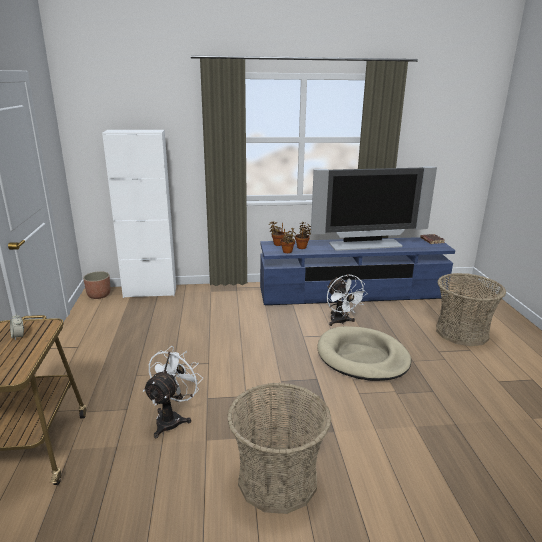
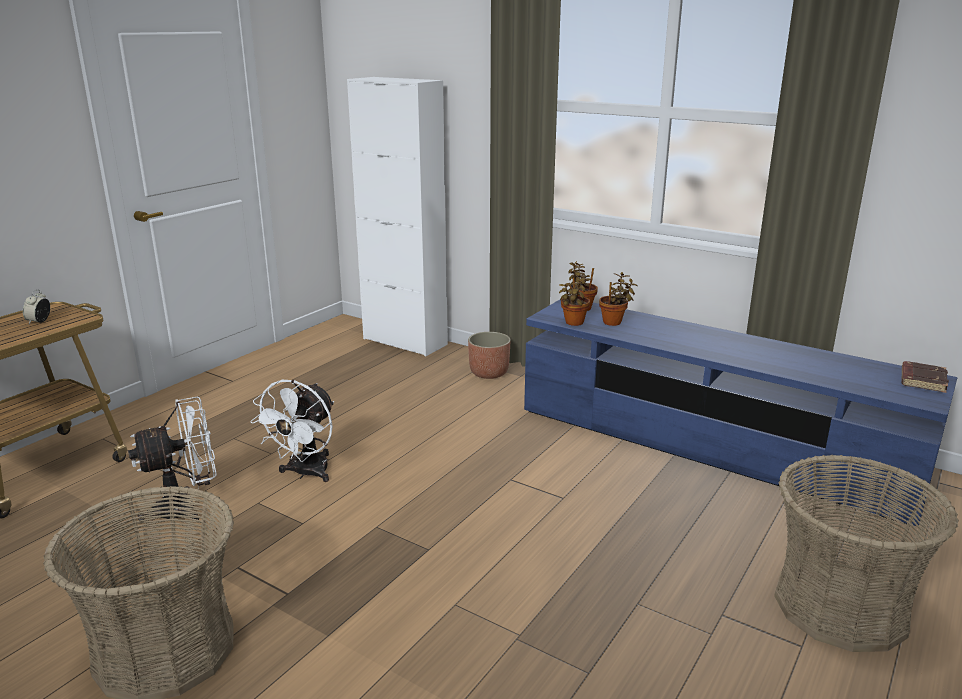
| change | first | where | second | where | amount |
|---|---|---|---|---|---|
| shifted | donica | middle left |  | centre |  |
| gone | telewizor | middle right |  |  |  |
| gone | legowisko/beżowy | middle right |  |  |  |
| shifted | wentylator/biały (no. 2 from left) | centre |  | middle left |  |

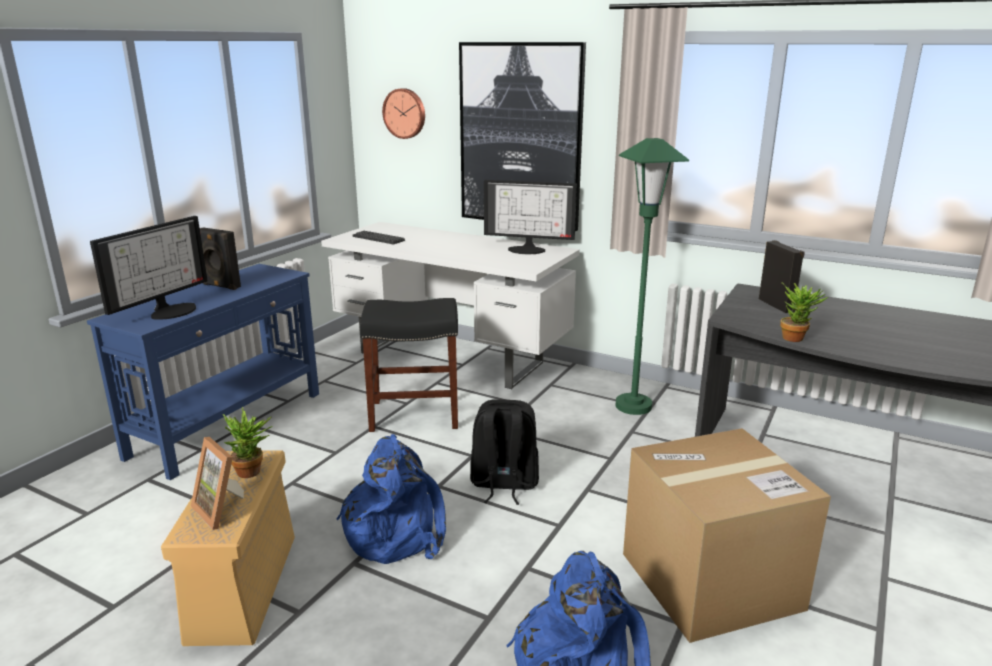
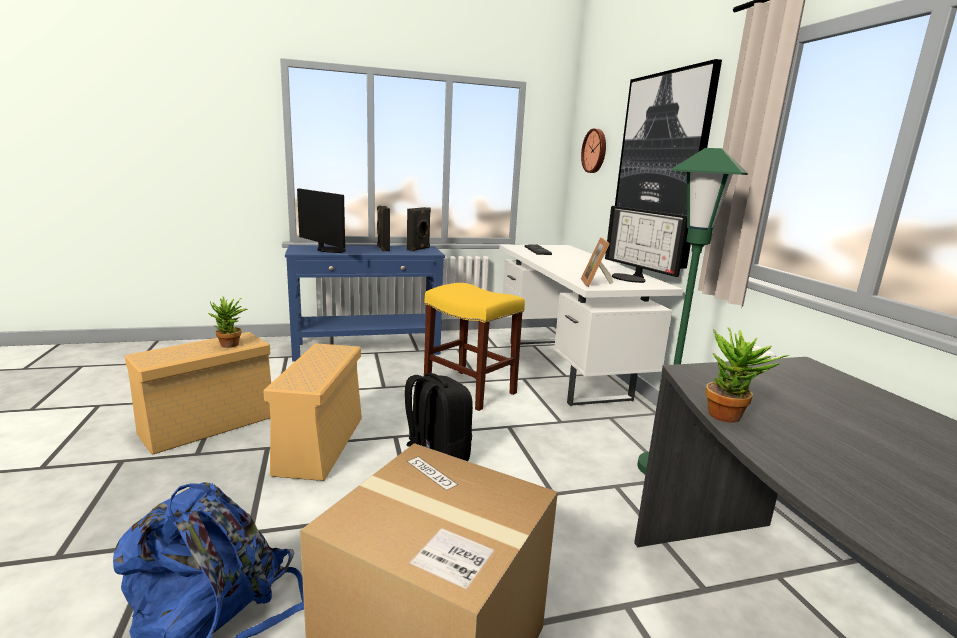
| change | first | where | second | where | amount |
|---|---|---|---|---|---|
| rotated | monitor (no. 1 from left) | middle left |  | centre | 120 degrees counterclockwise |
| shifted | ramka na zdjęcie | bottom left |  | centre |  |
| swapped | plecak/niebieski (no. 1 from left) | bottom centre | pojemnik do przechowywania/beżowy (no. 2 from left) | middle left |  |
| repainted | stołek/czarny | centre | stołek/żółty | centre |  |
| shifted | głośnik/czarny (no. 2 from left) | middle right |  | centre |  |

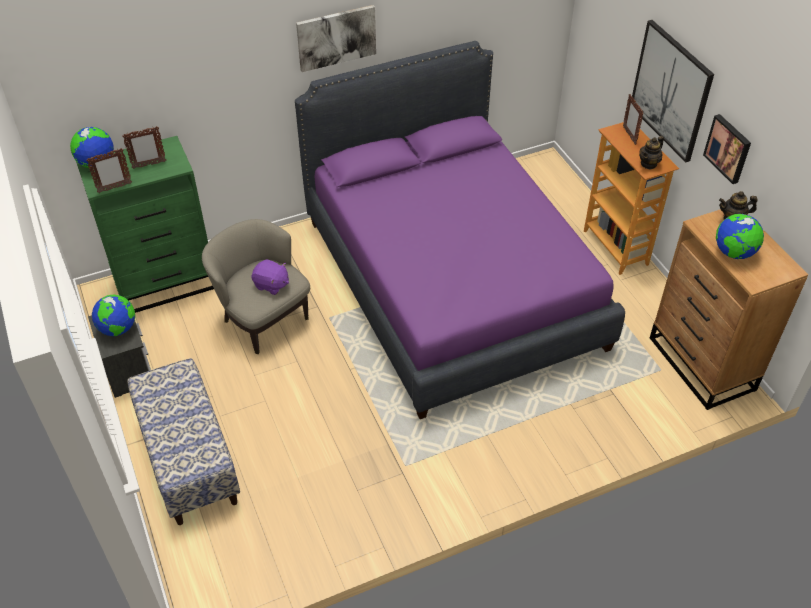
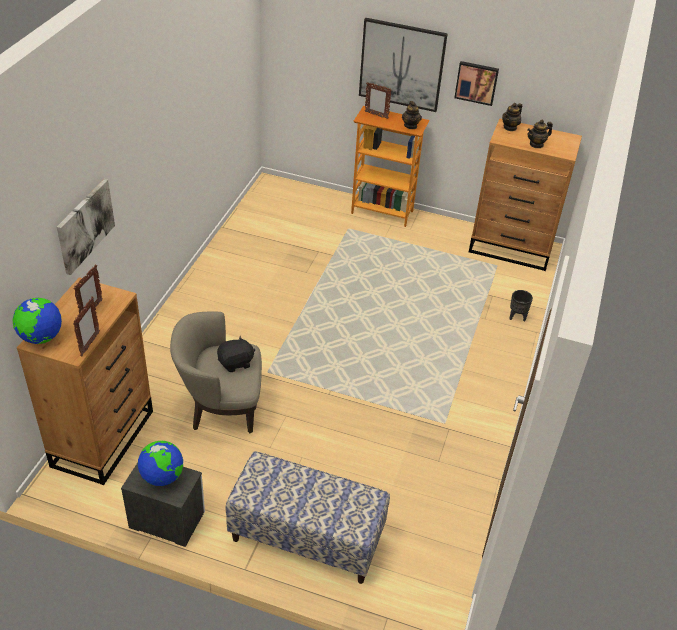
| change | first | where | second | where | amount |
|---|---|---|---|---|---|
| repainted | komoda/zielony | middle left | komoda/brązowy (no. 1 from left) | middle left |  |
| repainted | pluszak/fioletowy | middle left | pluszak/czarny | centre |  |
| gone | łóżko/fioletowy | centre |  |  |  |
| shifted | obraz (no. 1 from left) | top centre |  | middle left |  |
| swapped | globus (no. 3 from left) | middle right | imbryk (no. 3 from left) | top right |  |
| new |  |  | donica/czarny | middle right |  |

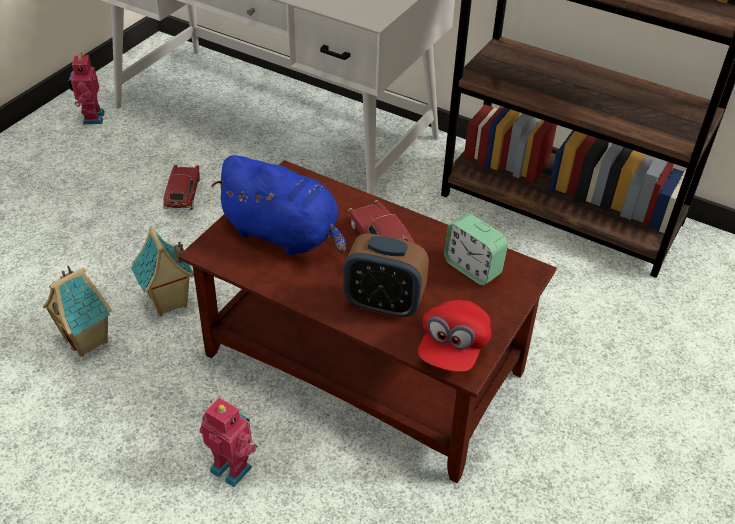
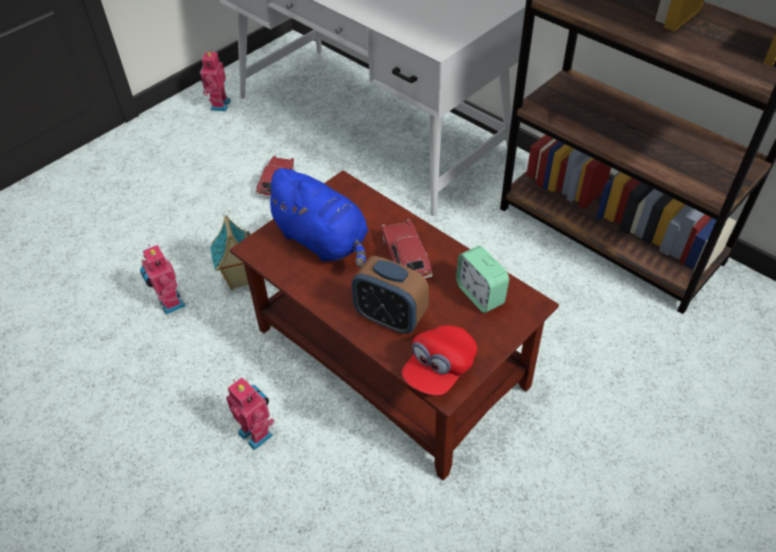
| change | first | where | second | where | amount |
|---|---|---|---|---|---|
| swapped | domek (no. 1 from left) | middle left | robot zabawkowy (no. 1 from left) | middle left |  |

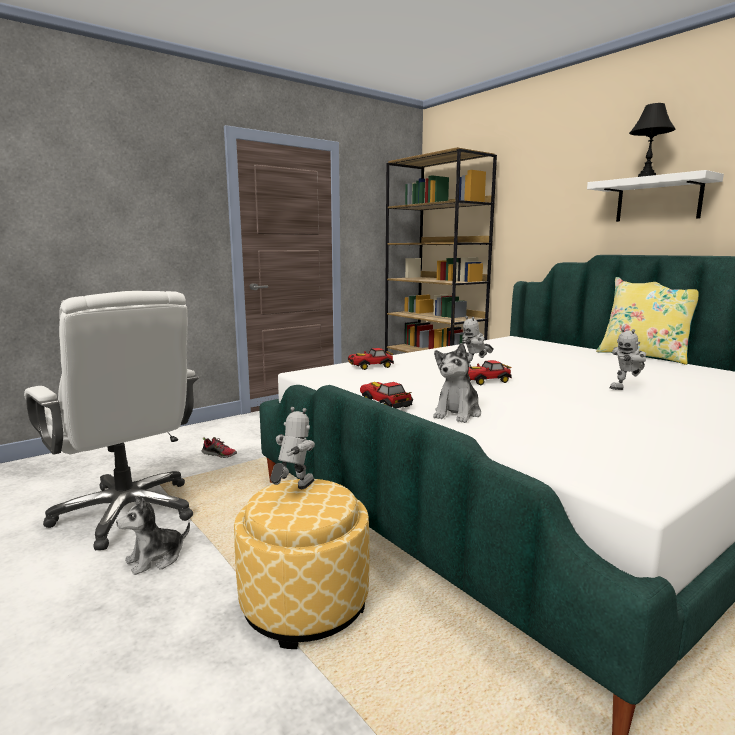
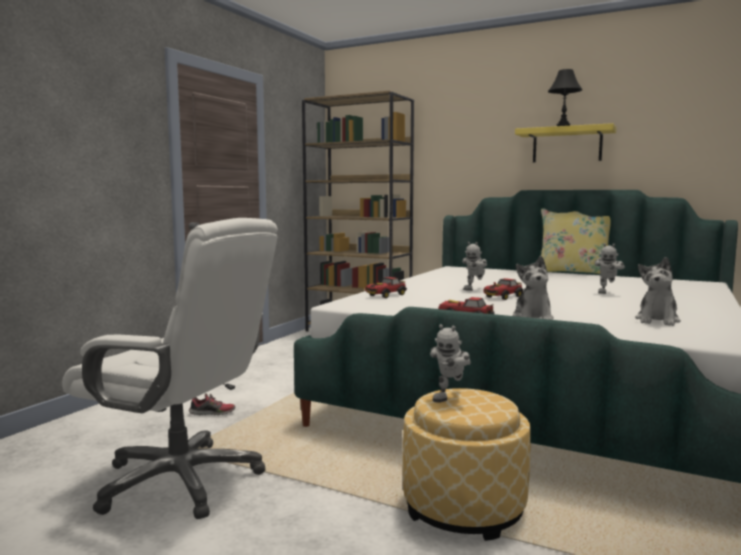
| change | first | where | second | where | amount |
|---|---|---|---|---|---|
| shifted | pluszak (no. 1 from left in the first image) | bottom left | pluszak (no. 2 from left) | middle right |  |
| rotated | robot zabawkowy (no. 1 from left) | centre |  | centre | 150 degrees counterclockwise |
| repainted | półka/biały | top right | półka/żółty | top right |  |

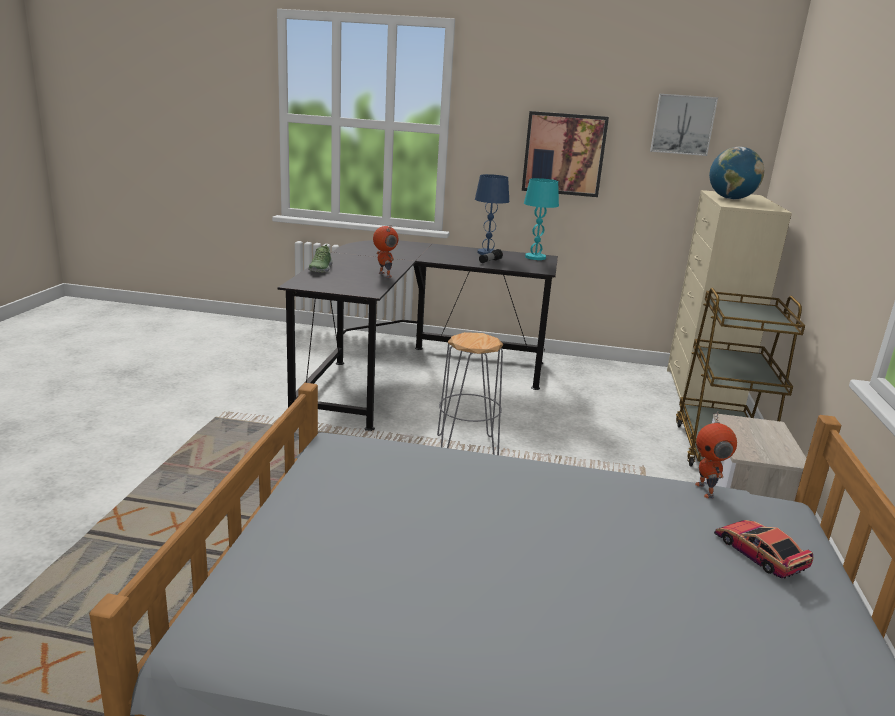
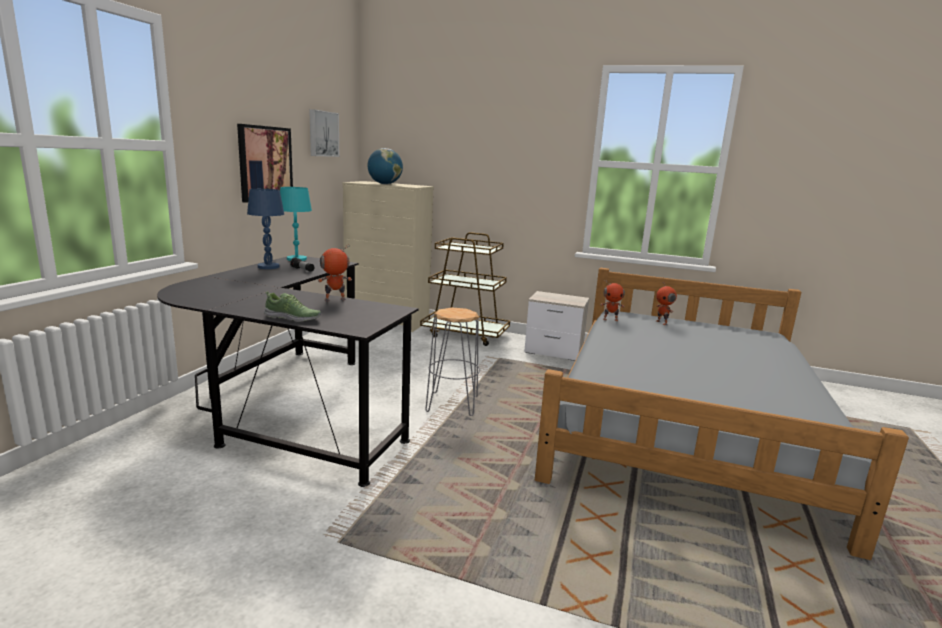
| change | first | where | second | where | amount |
|---|---|---|---|---|---|
| swapped | samochodzik | bottom right | robot zabawkowy (no. 3 from left) | middle right |  |

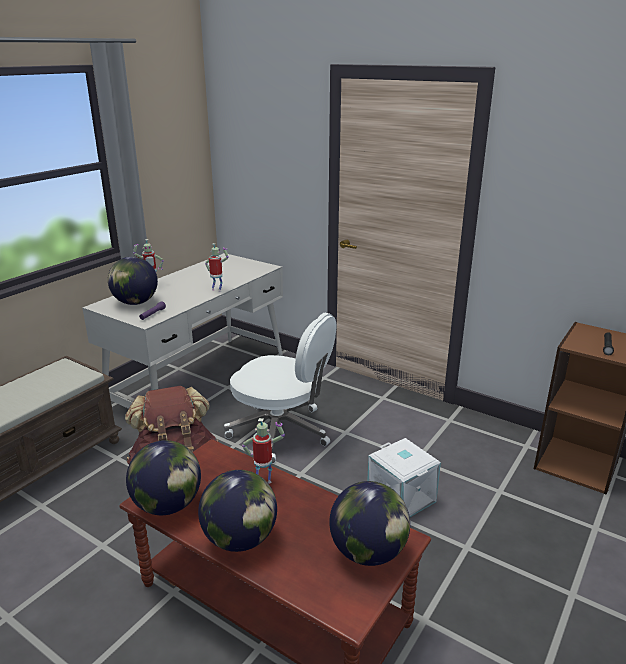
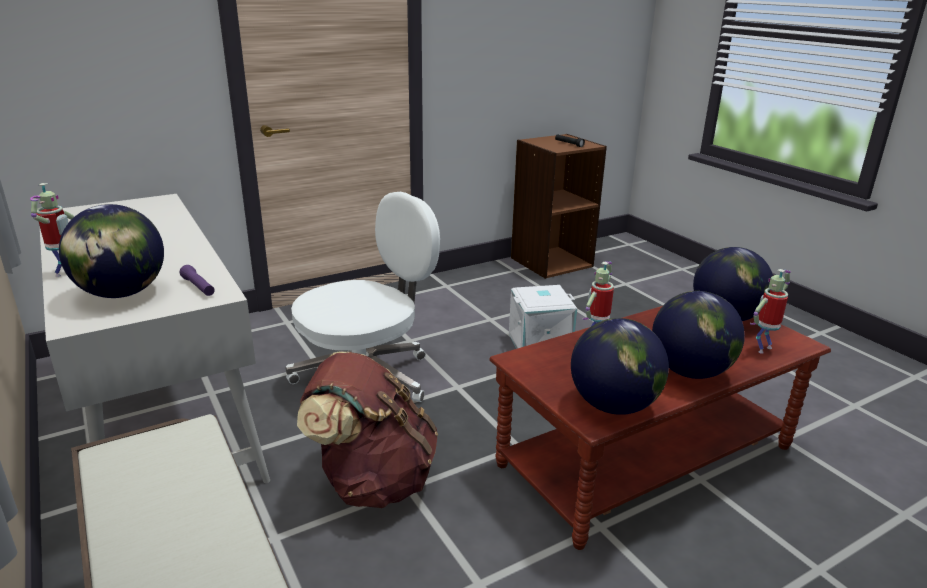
| change | first | where | second | where | amount |
|---|---|---|---|---|---|
| shifted | robot zabawkowy (no. 2 from left in the first image) | centre | robot zabawkowy (no. 3 from left) | middle right |  |

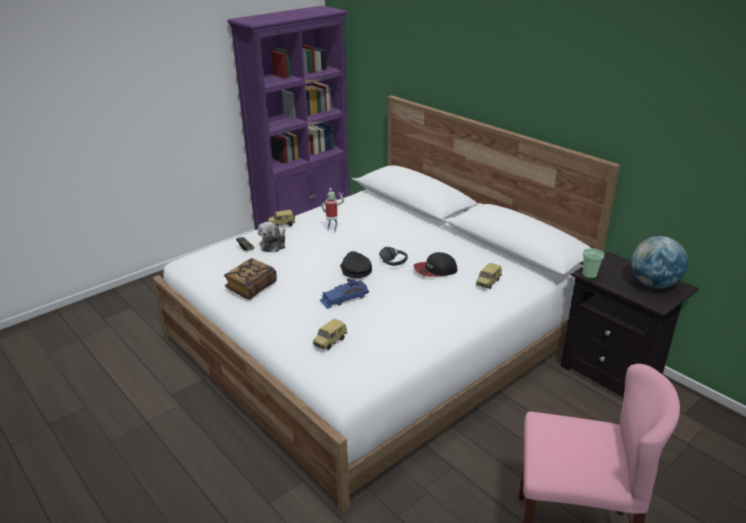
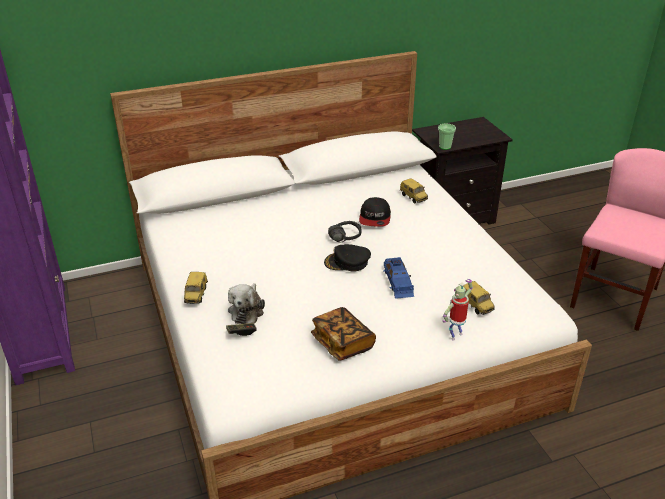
| change | first | where | second | where | amount |
|---|---|---|---|---|---|
| rotated | pluszak | centre |  | centre | 60 degrees clockwise |
| shifted | robot zabawkowy | centre |  | middle right |  |
| gone | globus | middle right |  |  |  |

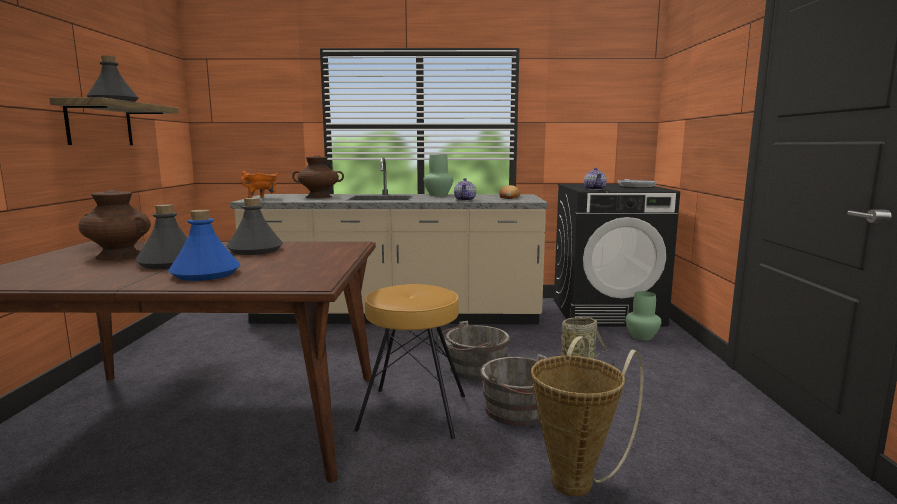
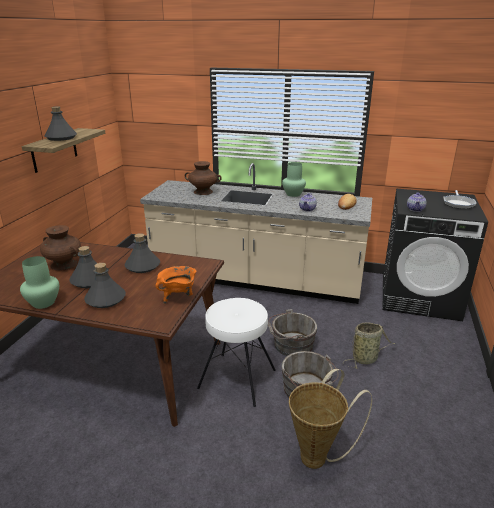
| change | first | where | second | where | amount |
|---|---|---|---|---|---|
| repainted | butelka/niebieski | middle left | butelka/szary (no. 3 from left) | middle left |  |
| shifted | garnek/pomarańczowy | middle left |  | centre |  |
| repainted | stołek/brązowy | bottom centre | stołek/biały | bottom centre |  |
| shifted | wazon/zielony (no. 2 from left in the first image) | middle right | wazon/zielony (no. 1 from left) | middle left |  |

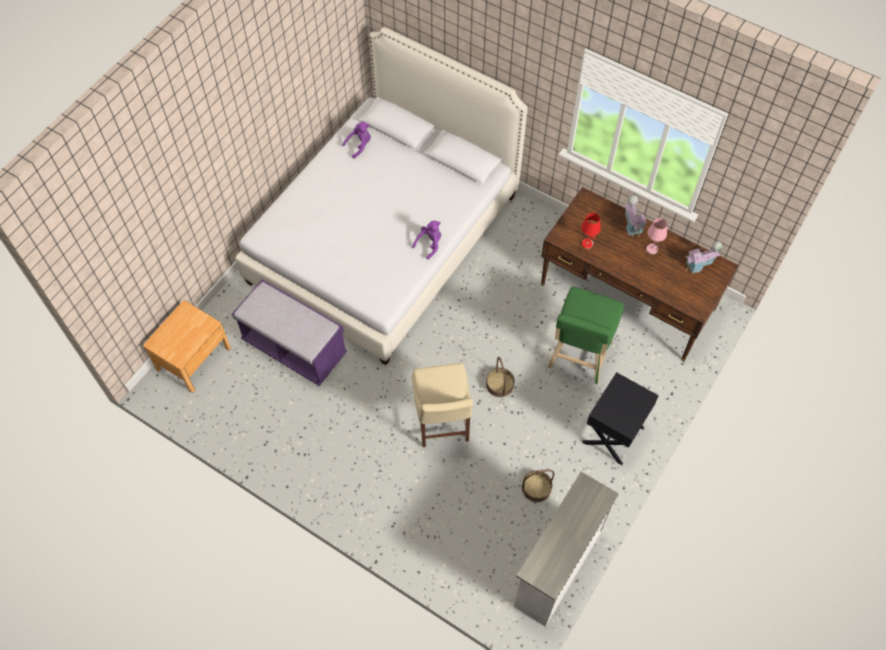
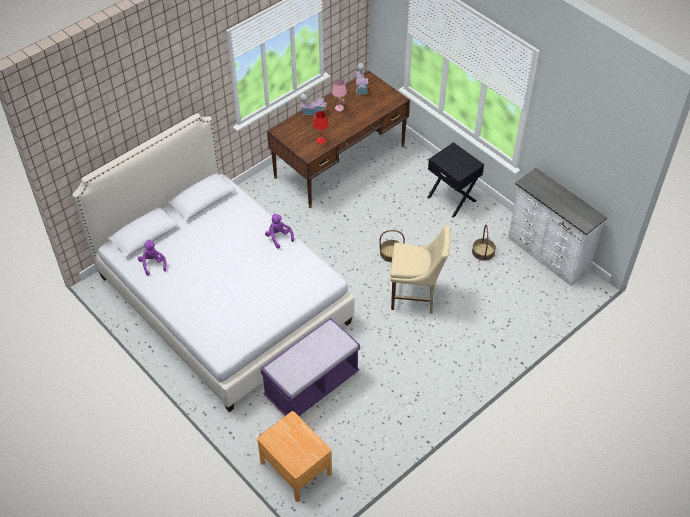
| change | first | where | second | where | amount |
|---|---|---|---|---|---|
| gone | stołek/zielony | centre |  |  |  |

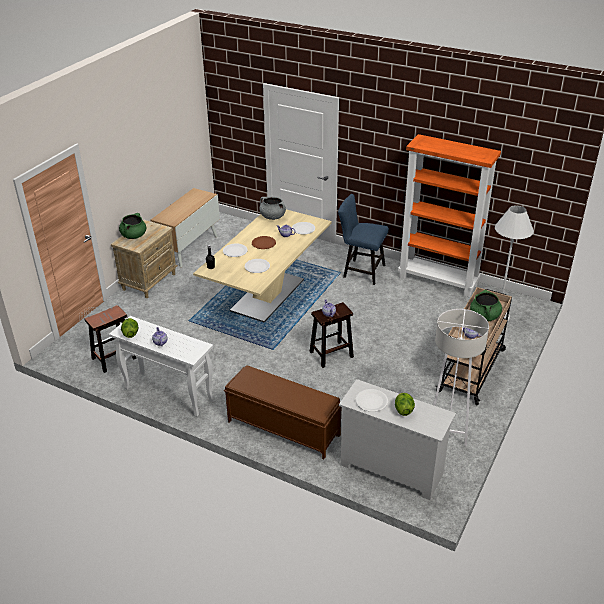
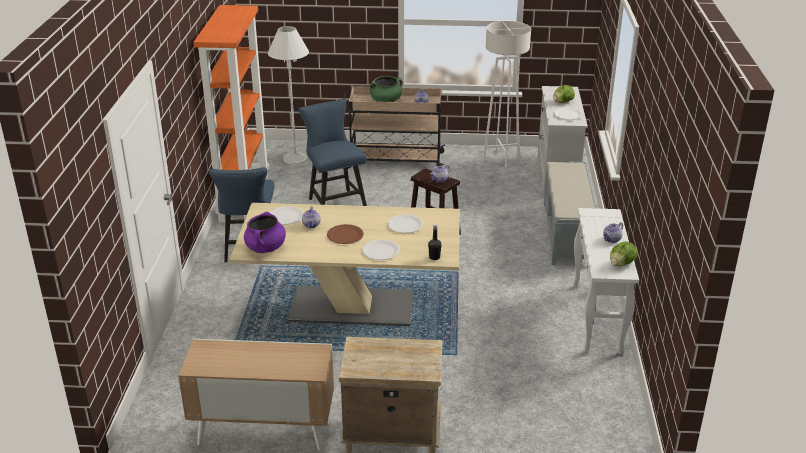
| change | first | where | second | where | amount |
|---|---|---|---|---|---|
| gone | stołek/brązowy (no. 1 from left) | middle left |  |  |  |
| gone | garnek/zielony (no. 1 from left) | middle left |  |  |  |
| repainted | ławka/brązowy | bottom centre | ławka/szary | middle right |  |
| repainted | garnek/szary | centre | garnek/fioletowy | middle left |  |
| new |  |  | krzesło/niebieski (no. 2 from left) | centre |  |

